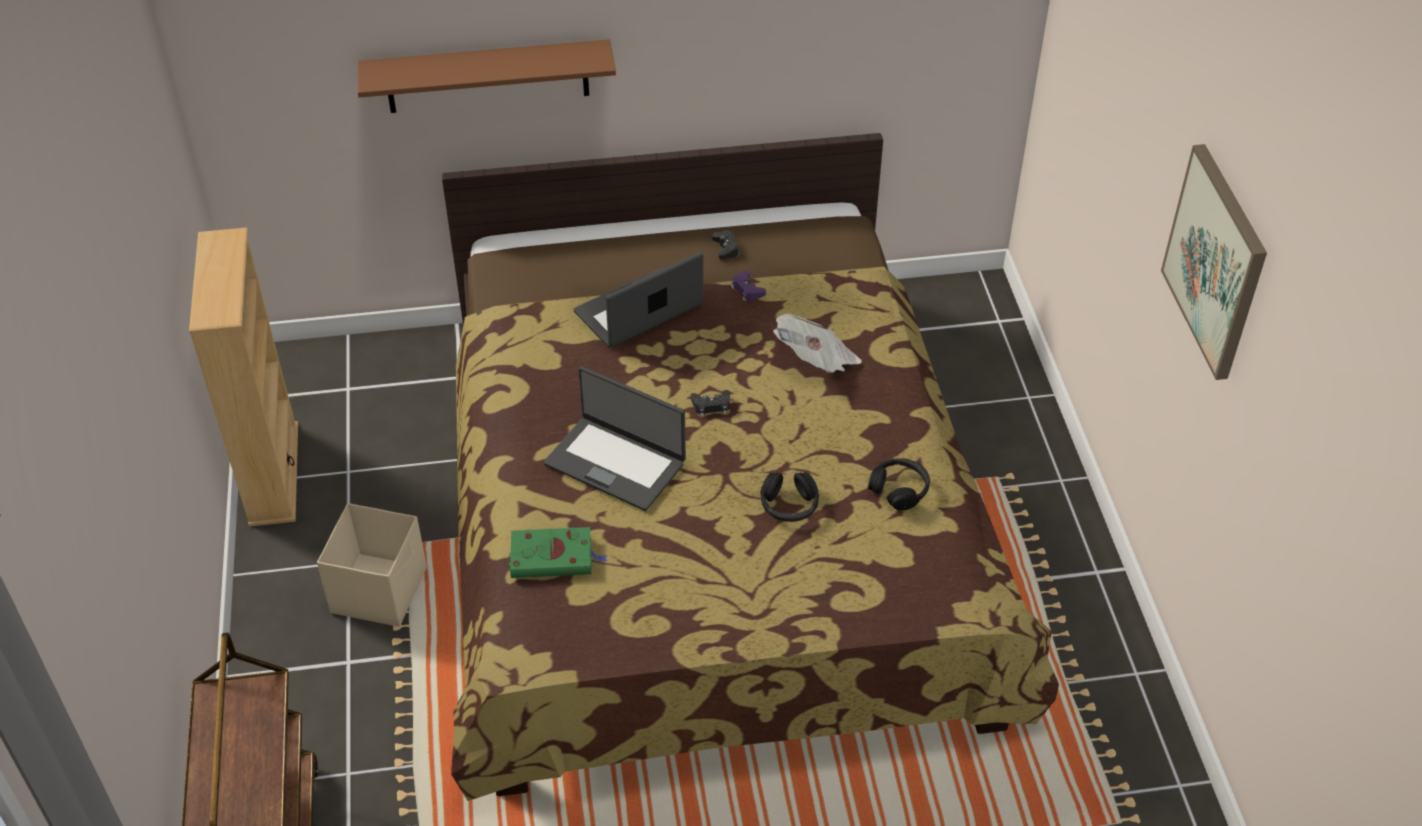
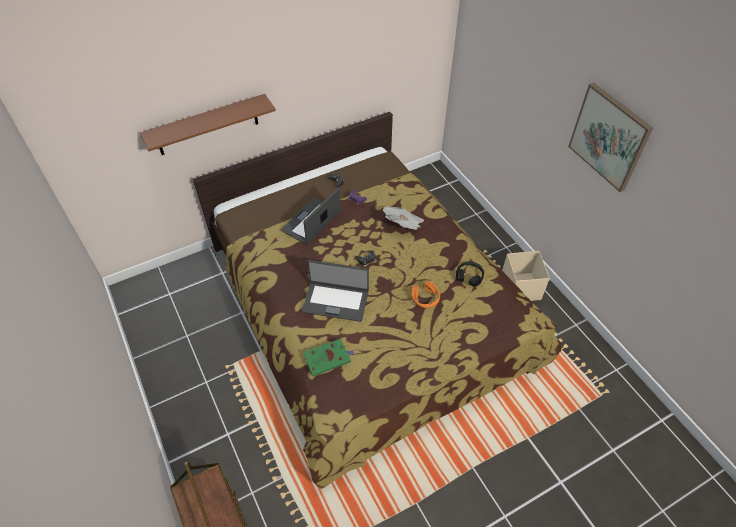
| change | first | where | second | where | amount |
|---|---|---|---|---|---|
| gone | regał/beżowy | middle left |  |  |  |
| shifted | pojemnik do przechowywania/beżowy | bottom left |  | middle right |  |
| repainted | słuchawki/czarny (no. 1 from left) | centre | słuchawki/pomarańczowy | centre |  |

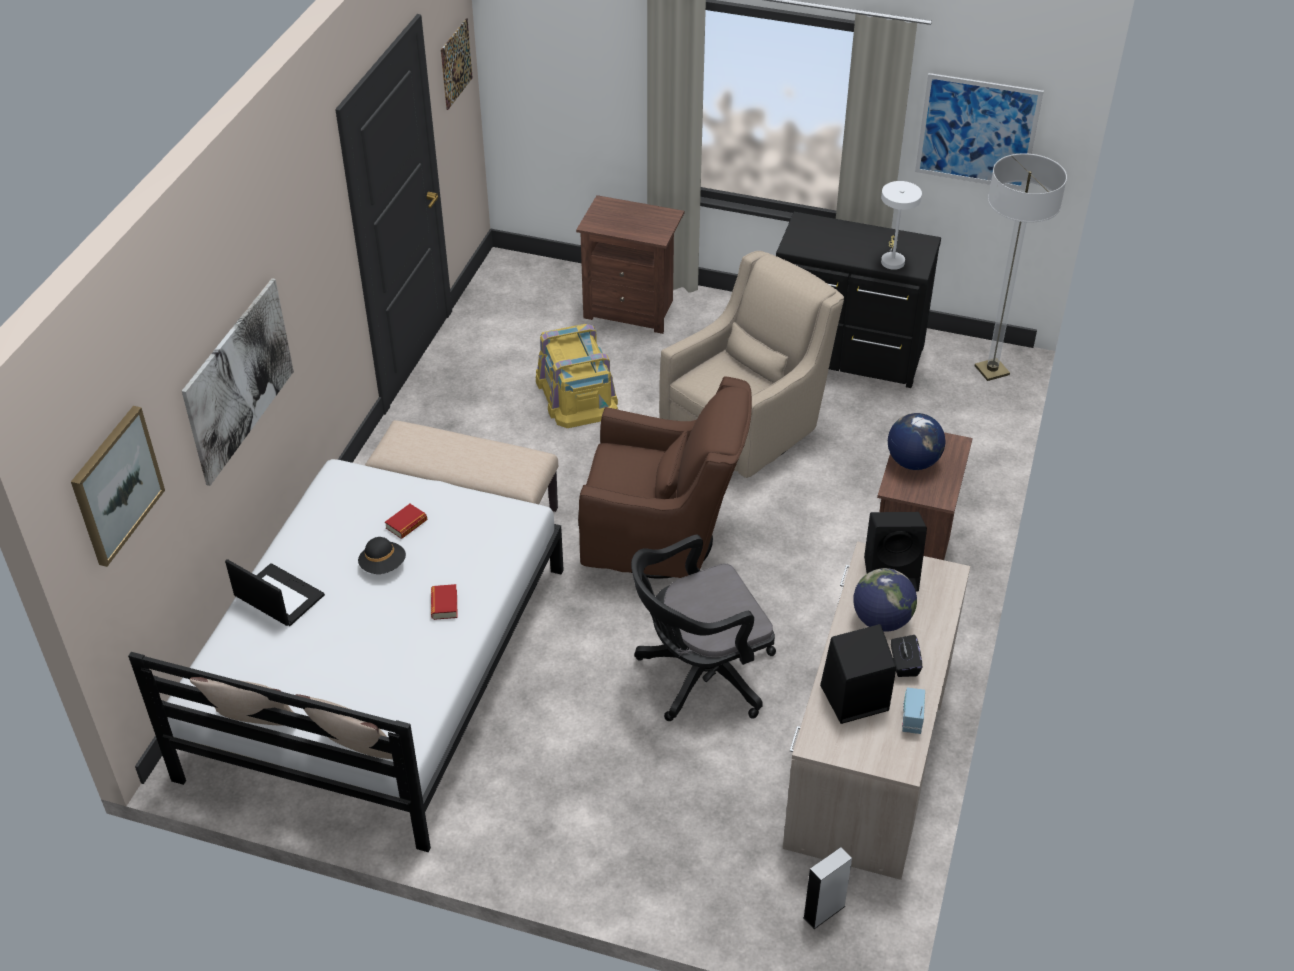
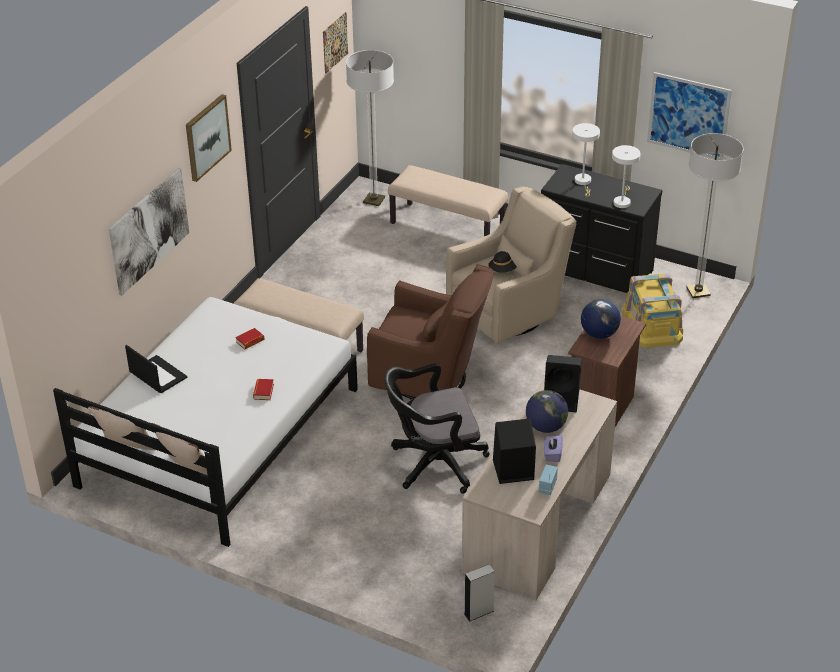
| change | first | where | second | where | amount |
|---|---|---|---|---|---|
| shifted | obraz (no. 1 from left in the first image) | middle left | obraz (no. 2 from left) | top left |  |
| shifted | kapelusz/czarny | middle left |  | centre |  |
| shifted | pojemnik do przechowywania/żółty | centre |  | middle right |  |
| swapped | szafka nocna/brązowy (no. 1 from left) | top centre | ławka/beżowy (no. 2 from left) | top centre |  |
| repainted | pudełko chusteczek/czarny | bottom right | pudełko chusteczek/fioletowy | bottom centre |  |
| new |  |  | lampa stojąca (no. 1 from left) | top centre |  |
| new |  |  | lampa stołowa/biały (no. 1 from left) | top right |  |

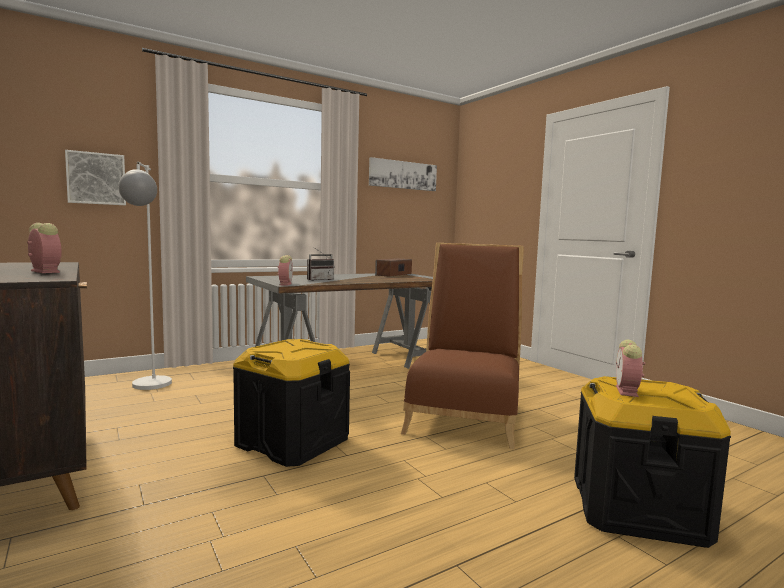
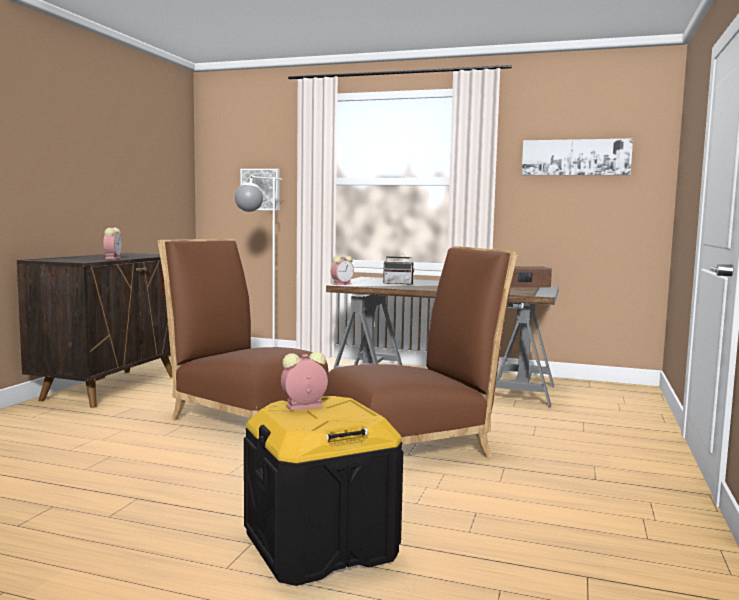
| change | first | where | second | where | amount |
|---|---|---|---|---|---|
| swapped | pojemnik do przechowywania/czarny (no. 1 from left) | bottom centre | krzesło/brązowy (no. 1 from left) | middle left |  |

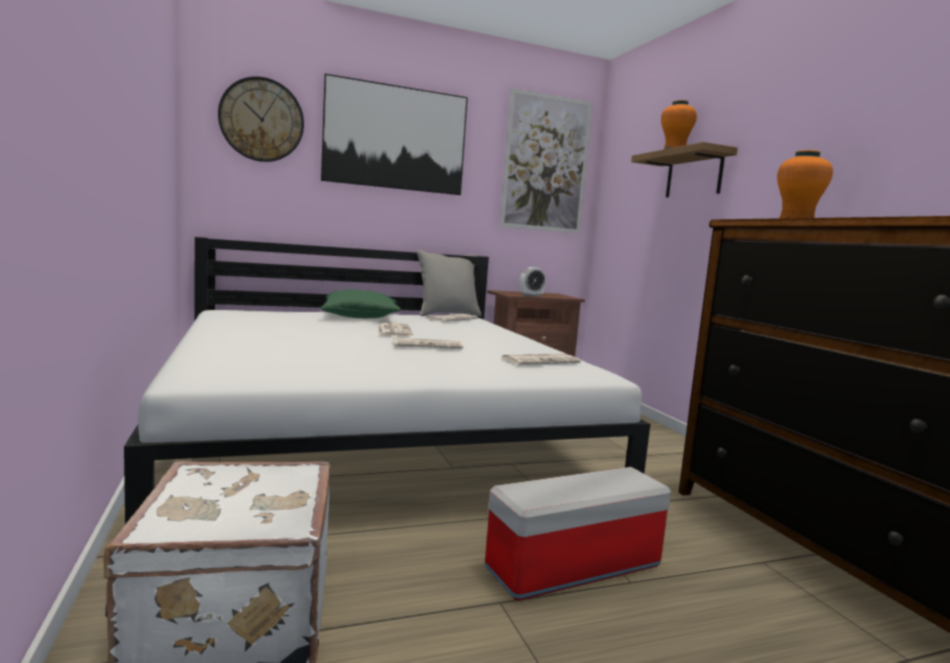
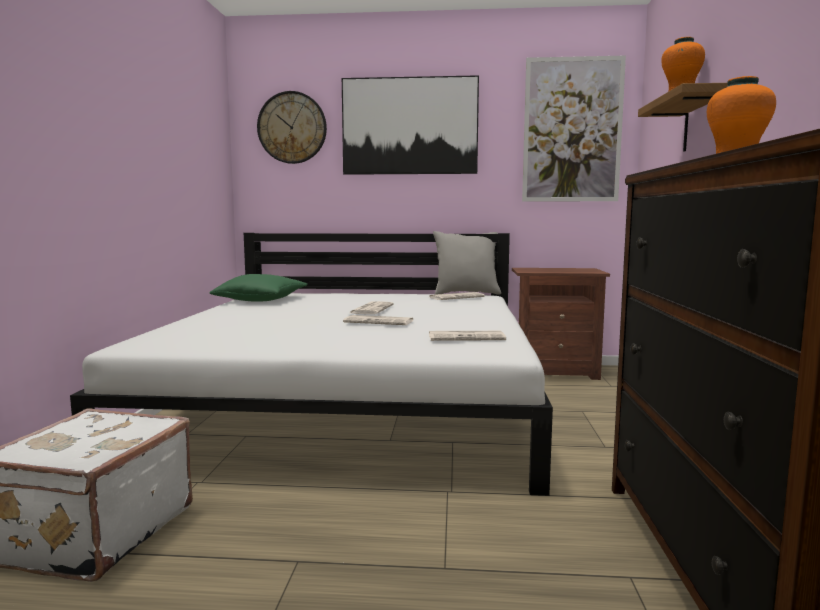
| change | first | where | second | where | amount |
|---|---|---|---|---|---|
| shifted | poduszka/zielony | centre |  | middle left |  |
| gone | pojemnik do przechowywania | bottom centre |  |  |  |
| gone | budzik | centre |  |  |  |

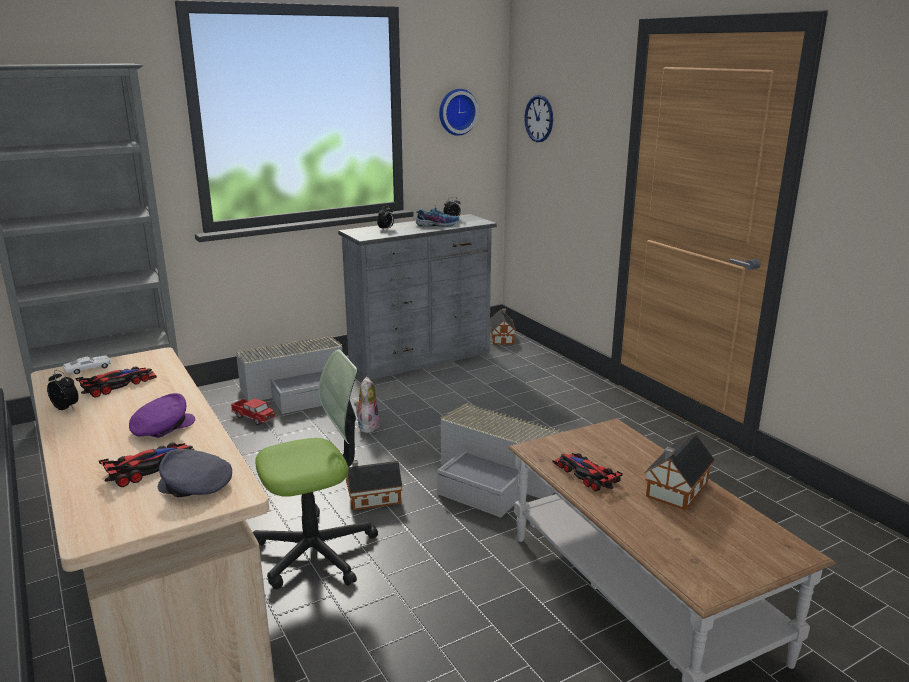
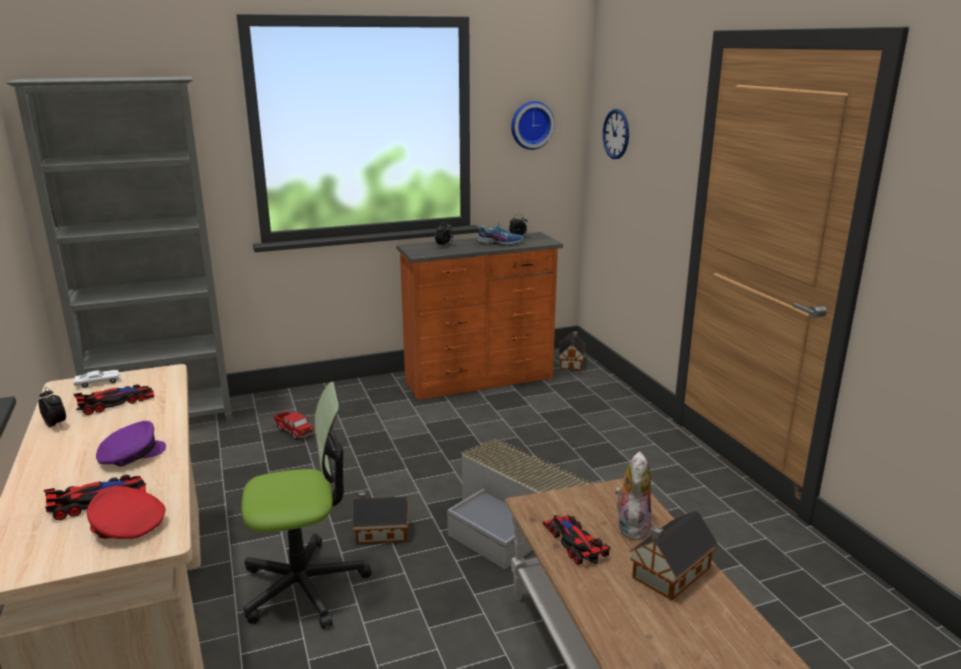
| change | first | where | second | where | amount |
|---|---|---|---|---|---|
| repainted | czapka z daszkiem/szary | bottom left | czapka z daszkiem/czerwony | bottom left |  |
| gone | pojemnik do przechowywania/szary (no. 1 from left) | middle left |  |  |  |
| repainted | komoda/szary | centre | komoda/pomarańczowy | centre |  |
| shifted | pluszak | centre |  | bottom centre |  |

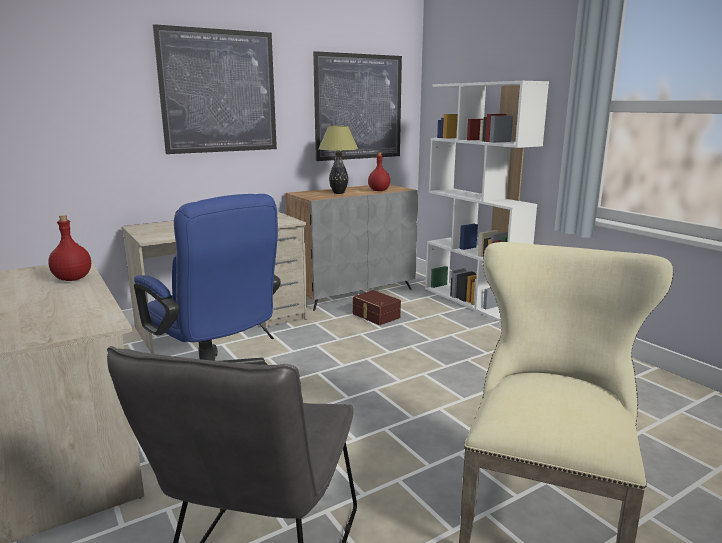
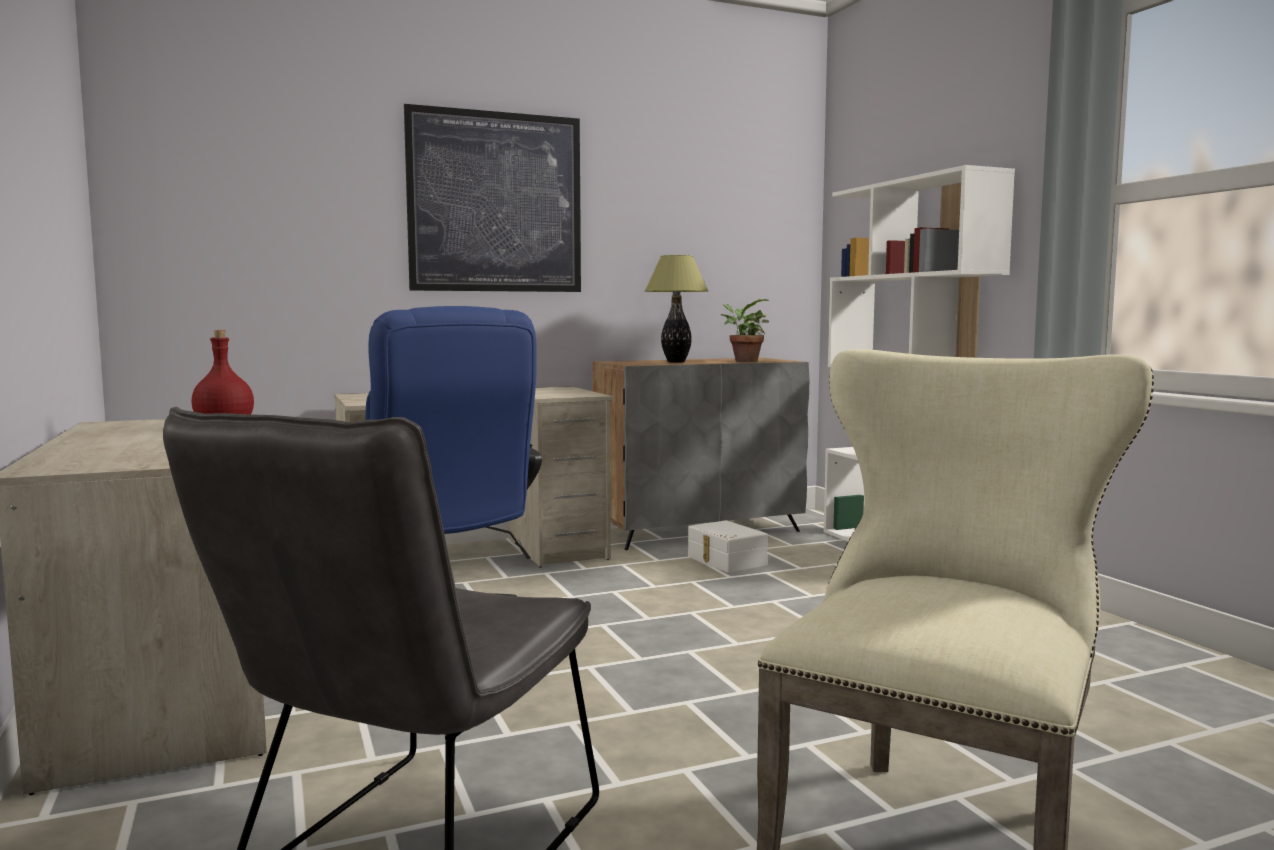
| change | first | where | second | where | amount |
|---|---|---|---|---|---|
| gone | obraz (no. 2 from left) | top centre |  |  |  |
| repainted | pojemnik do przechowywania/brązowy | centre | pojemnik do przechowywania/biały | centre |  |
| swapped | butelka/czerwony (no. 2 from left) | top centre | roślina doniczkowa | centre |  |

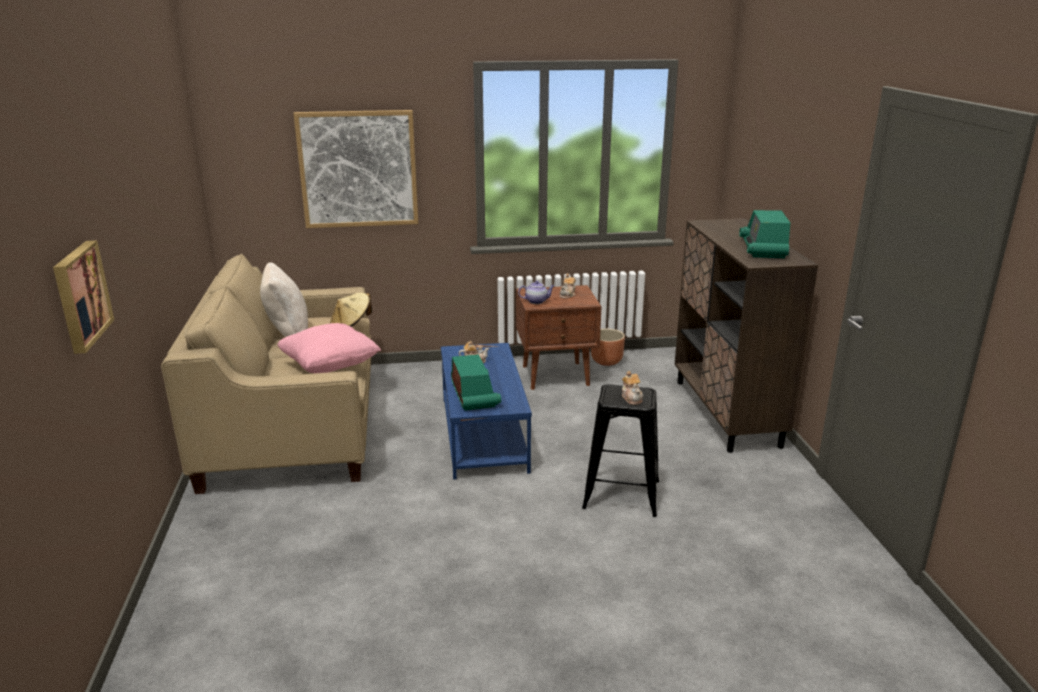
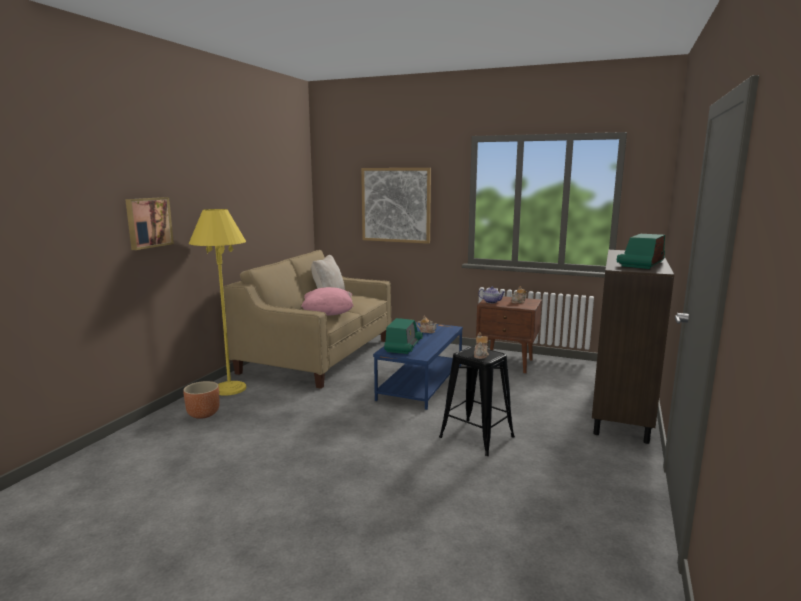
| change | first | where | second | where | amount |
|---|---|---|---|---|---|
| gone | kapelusz/beżowy | centre |  |  |  |
| shifted | donica/brązowy | centre |  | middle left |  |
| new |  |  | lampa stojąca/żółty | middle left |  |

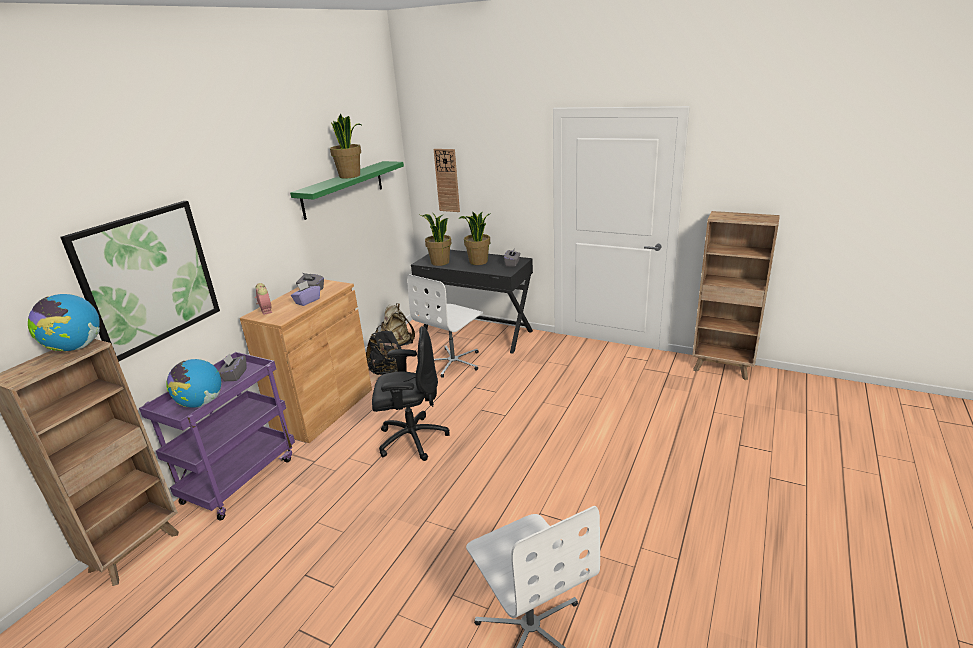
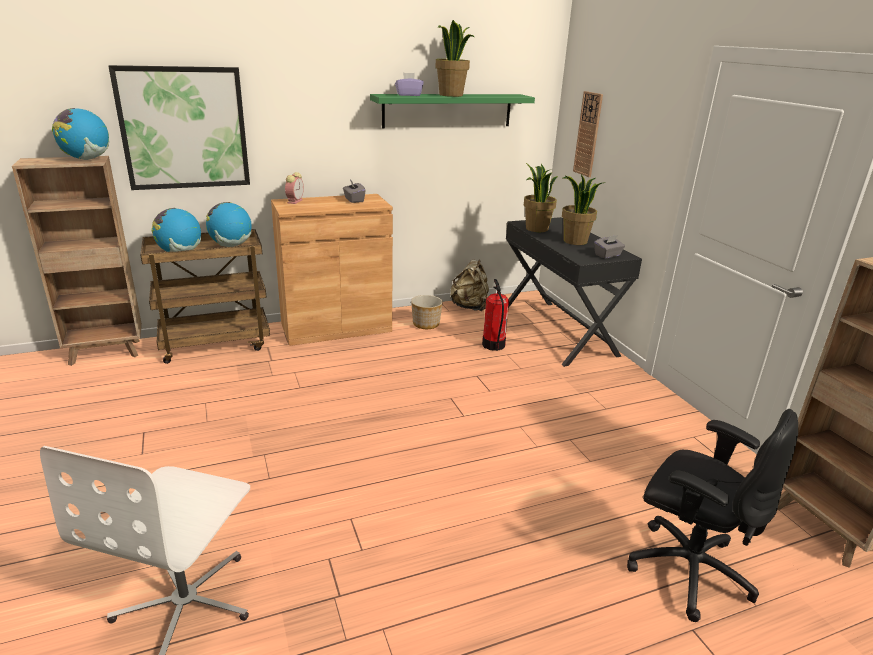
| change | first | where | second | where | amount |
|---|---|---|---|---|---|
| repainted | wózek/fioletowy | bottom left | wózek/brązowy | middle left |  |
| swapped | pudełko chusteczek/szary (no. 1 from left) | middle left | globus (no. 3 from left) | middle left |  |
| shifted | pudełko chusteczek/fioletowy | middle left |  | top centre |  |
| swapped | plecak/czarny | centre | donica | centre |  |
| shifted | krzesło biurowe/czarny | centre |  | bottom right |  |
| swapped | krzesło biurowe/biały (no. 1 from left) | centre | gaśnica | centre |  |

